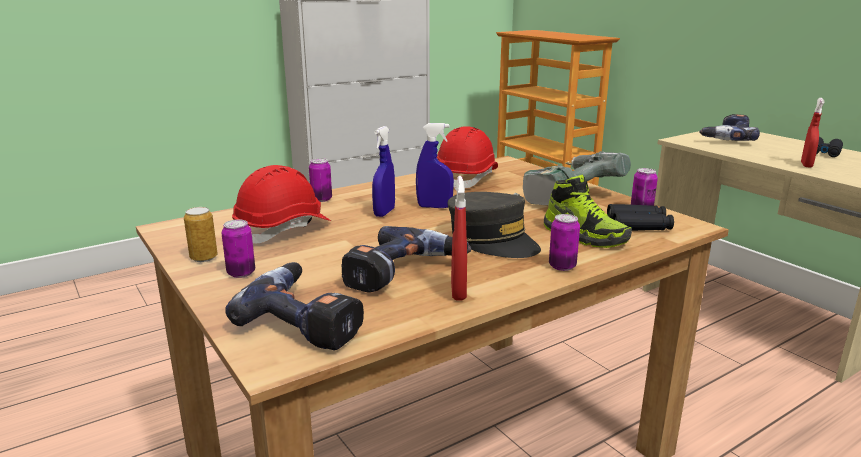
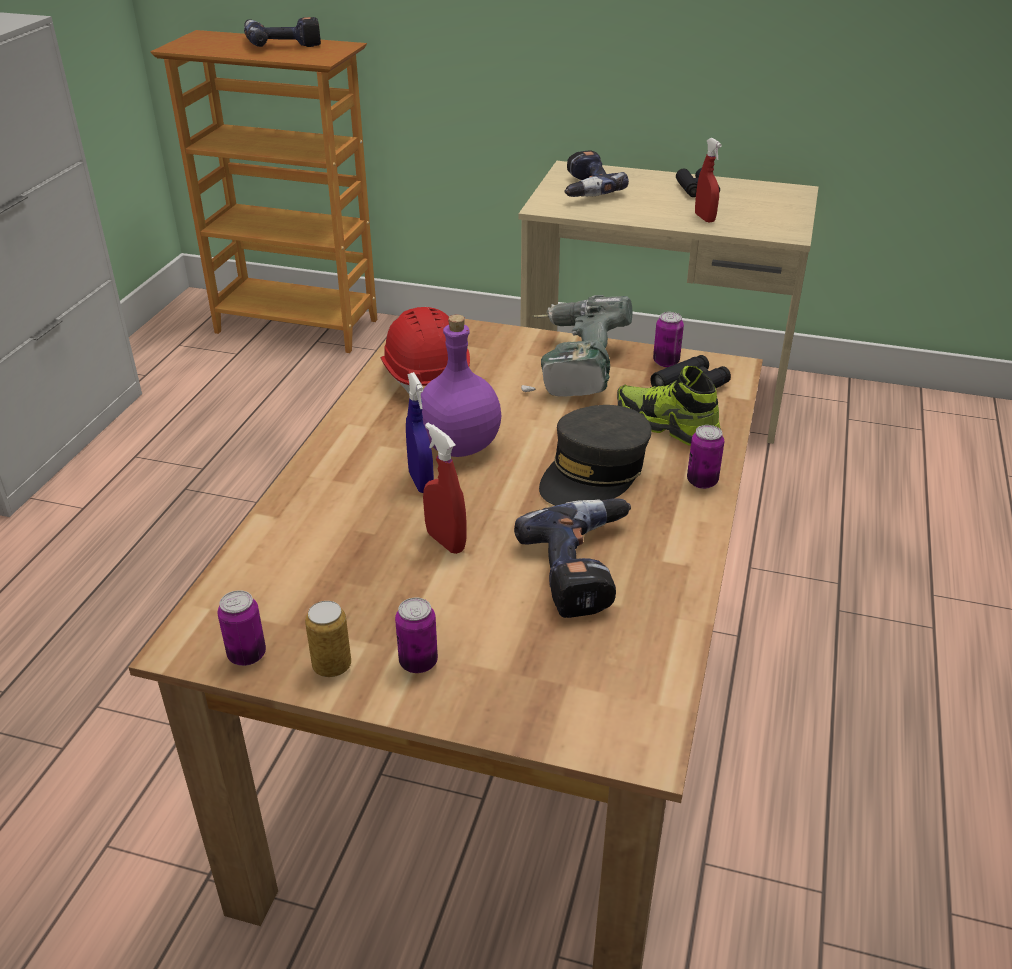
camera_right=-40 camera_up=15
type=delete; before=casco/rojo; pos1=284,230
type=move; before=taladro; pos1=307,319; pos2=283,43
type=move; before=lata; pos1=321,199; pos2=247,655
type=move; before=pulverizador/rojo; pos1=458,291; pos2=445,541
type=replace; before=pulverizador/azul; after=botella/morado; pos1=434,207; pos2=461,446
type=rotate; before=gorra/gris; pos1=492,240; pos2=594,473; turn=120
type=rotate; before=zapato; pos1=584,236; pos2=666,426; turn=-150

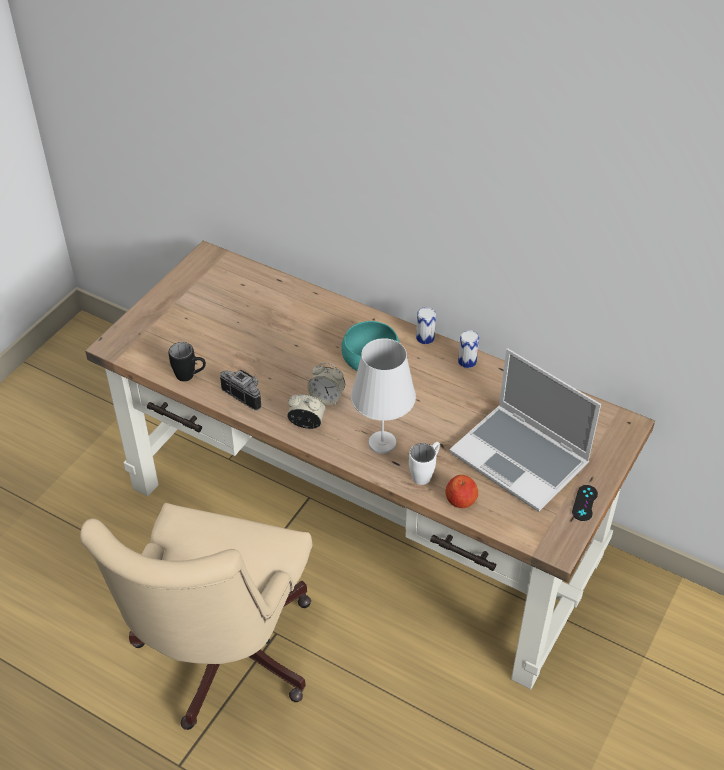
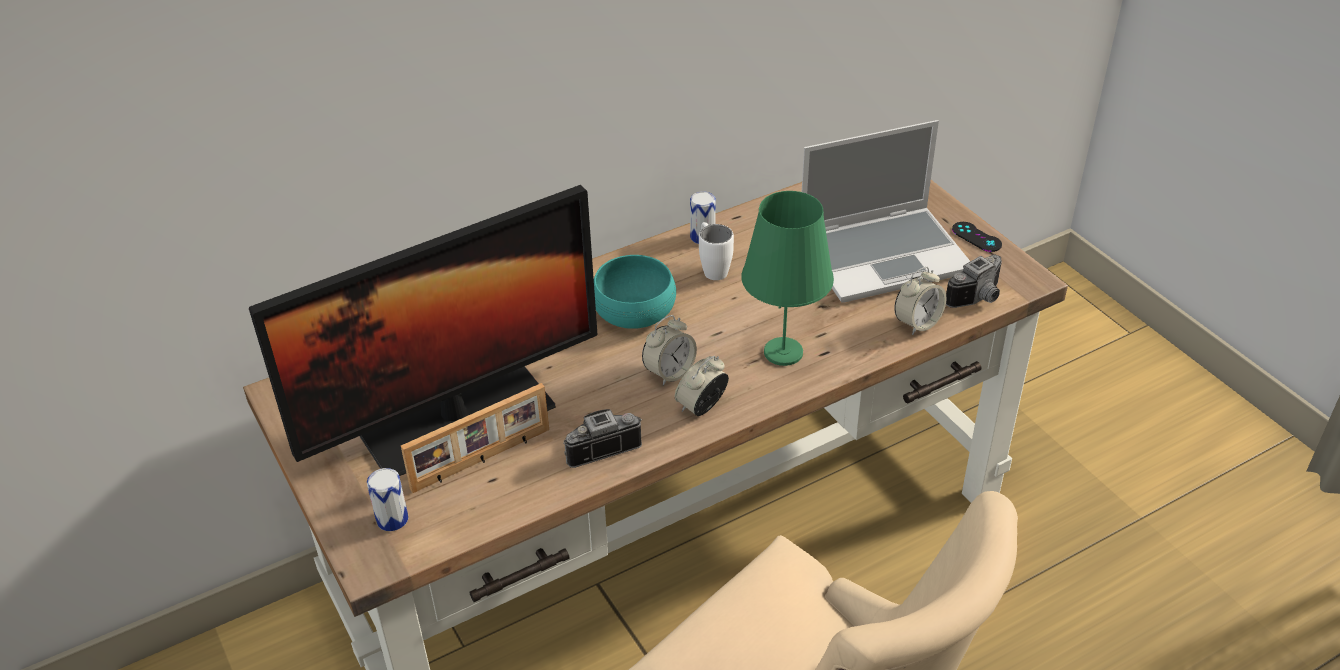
camera_right=-60 camera_up=-5
type=delete; before=taza grande/negro; pos1=190,376
type=insert; after=monitor; pos2=456,418
type=insert; after=portarretratos; pos2=482,460
type=insert; after=cámara; pos2=979,298
type=move; before=taza grande/blanco; pos1=425,473; pos2=712,268
type=move; before=lata; pos1=425,338; pos2=392,519
type=replace; before=manzana; after=despertador; pos1=460,500; pos2=917,323
type=recolor; before=lámpara de mesa/blanco; after=lámpara de mesa/verde; pos1=382,442; pos2=783,352

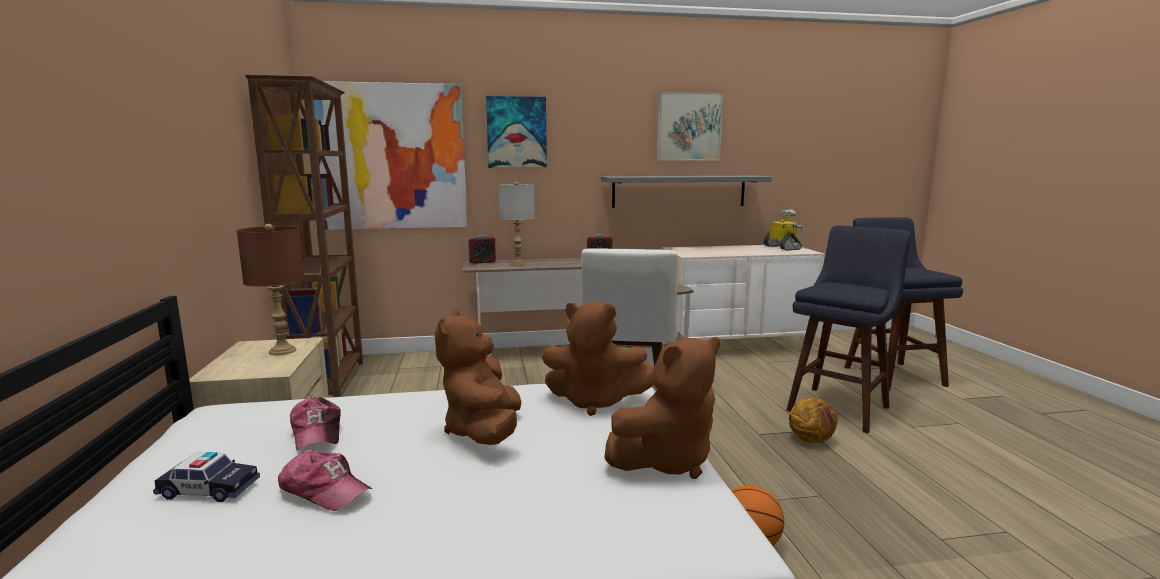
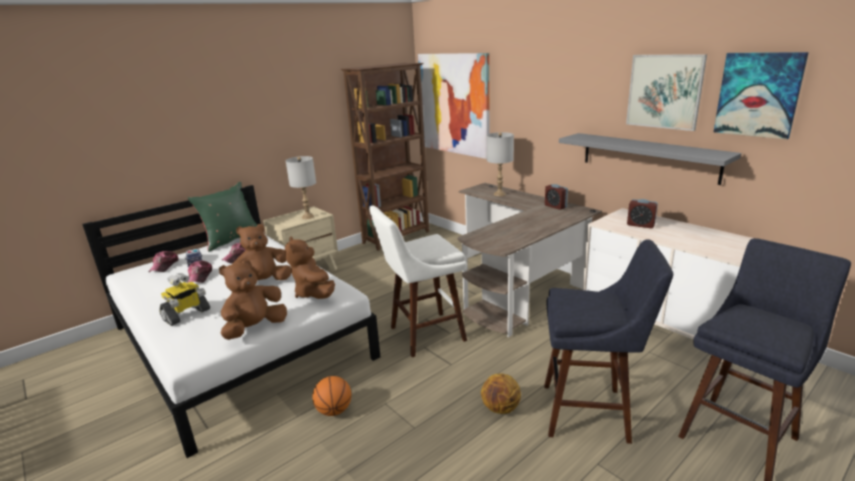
camera_right=60 camera_up=10
type=insert; after=gorra; pos2=164,266
type=insert; after=cojín/verde; pos2=231,239
type=move; before=despertador; pos1=482,262; pos2=640,225
type=move; before=cuadro; pos1=516,132; pos2=758,94
type=move; before=robot de juguete; pos1=782,247; pos2=186,315
type=recolor; before=lámpara de mesa/marrón; after=lámpara de mesa/gris; pos1=283,351; pos2=308,217
type=rotate; before=peluche/marrón; pos1=667,461; pos2=255,328; turn=105

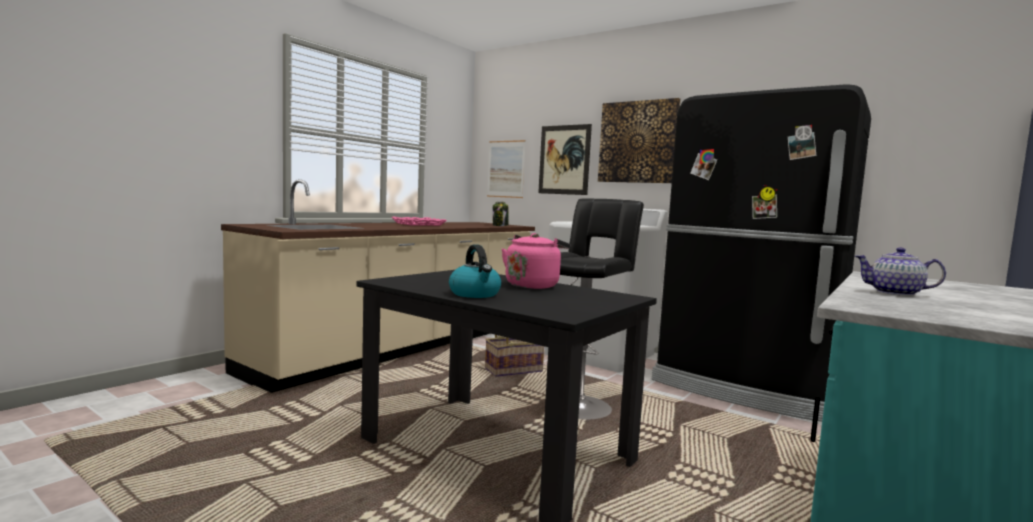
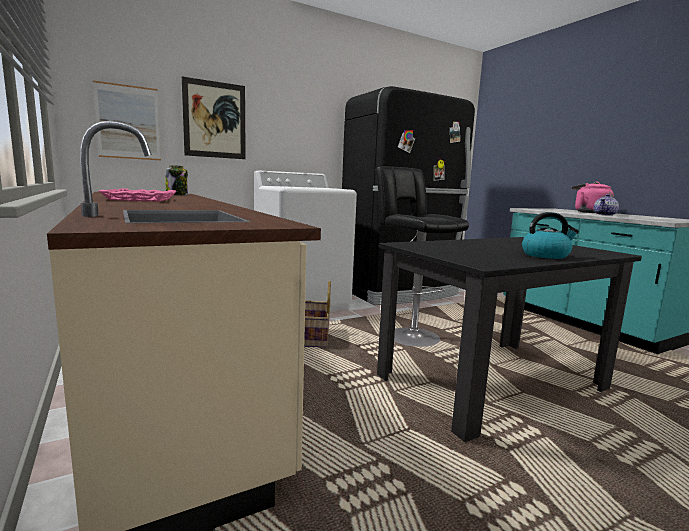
camera_right=-65 camera_up=5
type=delete; before=cuadro; pos1=638,142
type=move; before=hervidor/rosa; pos1=533,285; pos2=588,212

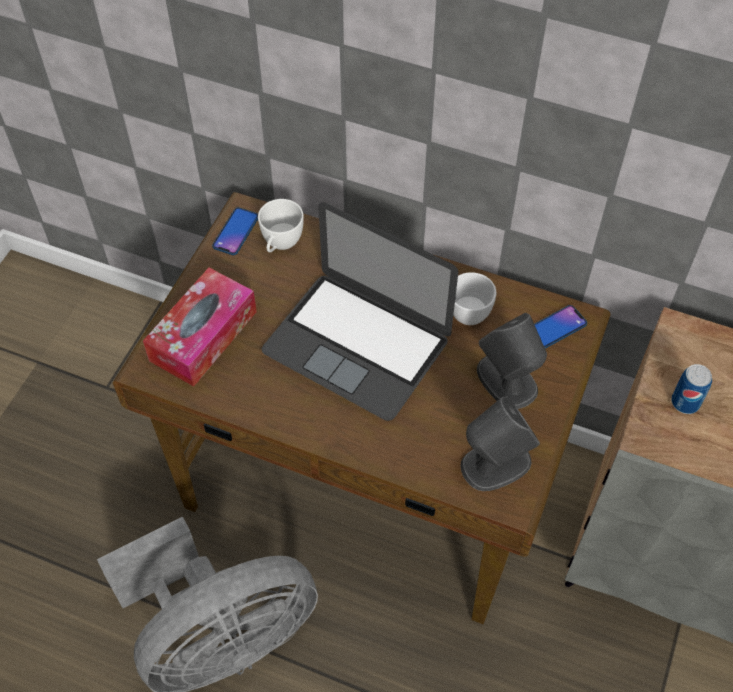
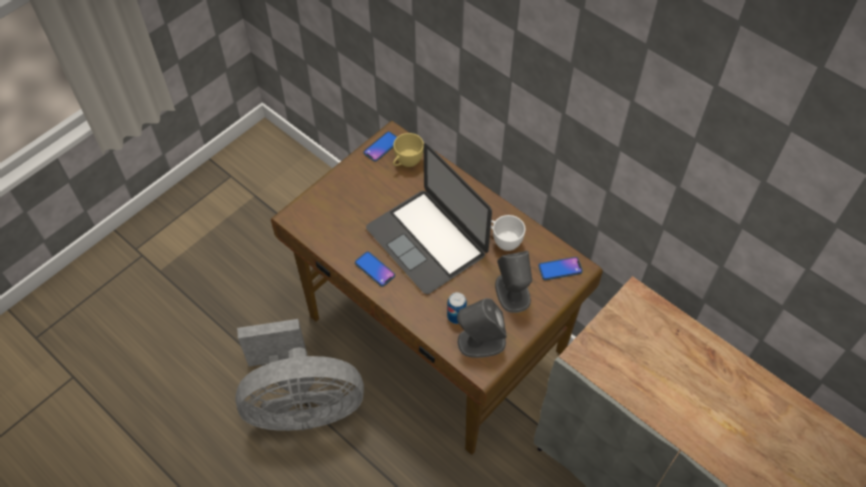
camera_right=20 camera_up=0
type=delete; before=caja de pañuelos; pos1=203,336
type=insert; after=móvil; pos2=375,269
type=move; before=lata; pos1=685,402; pos2=456,316
type=recolor; before=taza/blanco; after=taza/amarillo; pos1=280,244; pos2=406,163

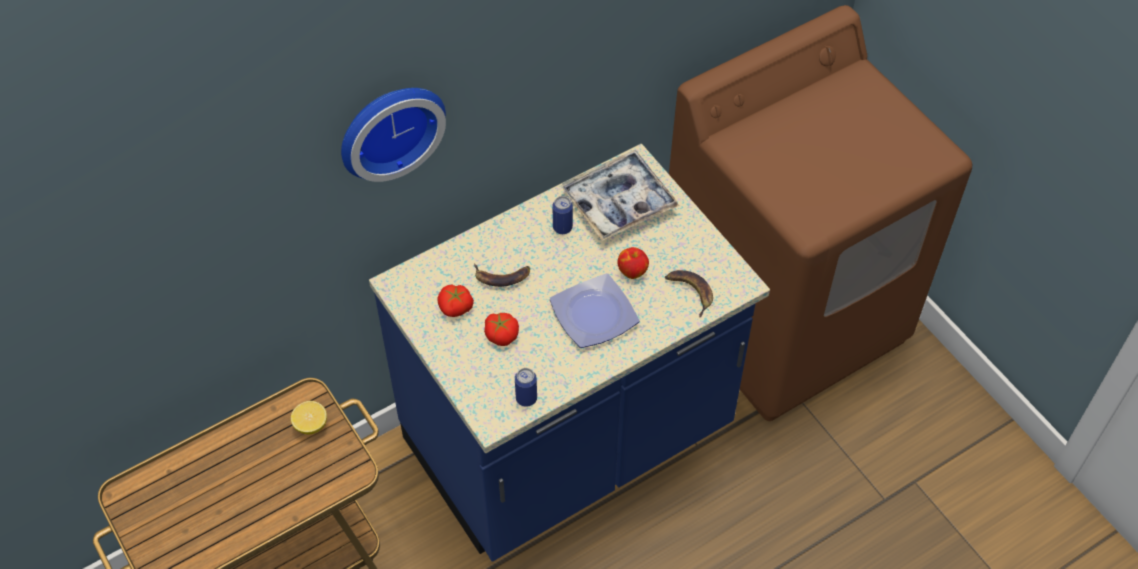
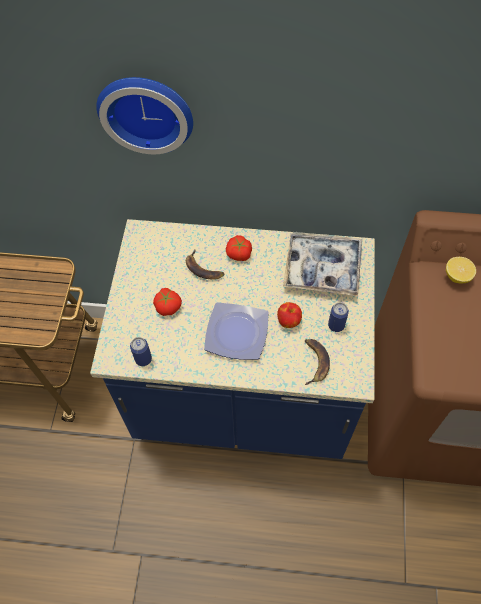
camera_right=40 camera_up=5
type=move; before=limón; pos1=311,424; pos2=457,276
type=move; before=tomate; pos1=456,307; pos2=239,254
type=move; before=lata; pos1=562,228; pos2=336,325

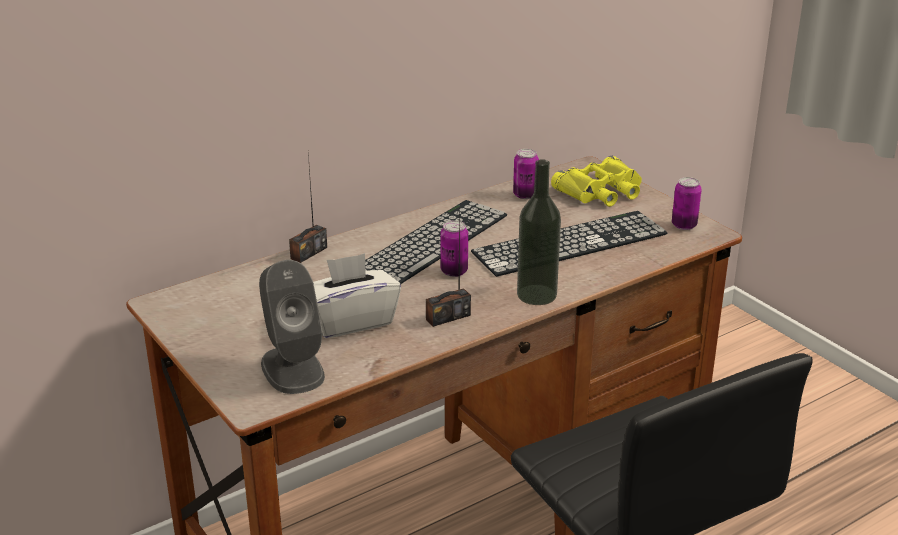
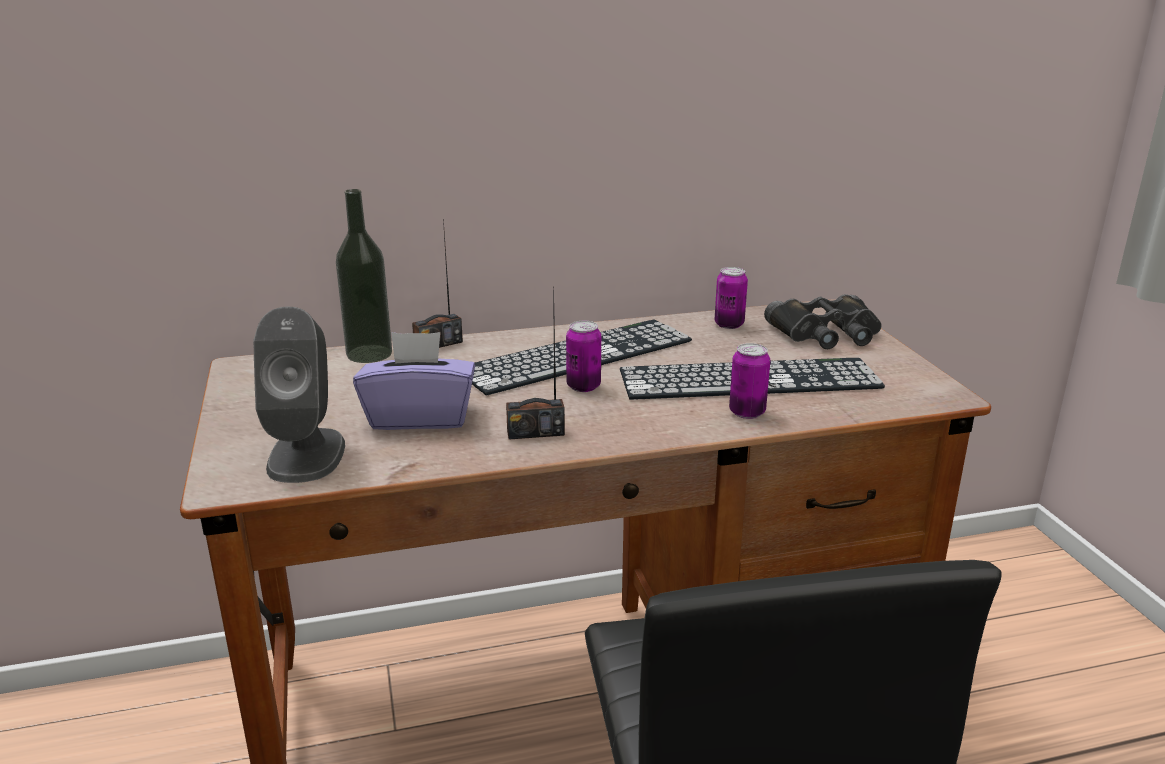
camera_right=20 camera_up=-5
type=move; before=botella; pos1=536,295; pos2=369,354
type=move; before=lata; pos1=684,225; pos2=747,412
type=recolor; before=caja de pañuelos/blanco; after=caja de pañuelos/morado; pos1=351,321; pos2=420,417
type=recolor; before=prismáticos/amarillo; after=prismáticos/negro; pos1=601,191; pos2=826,333

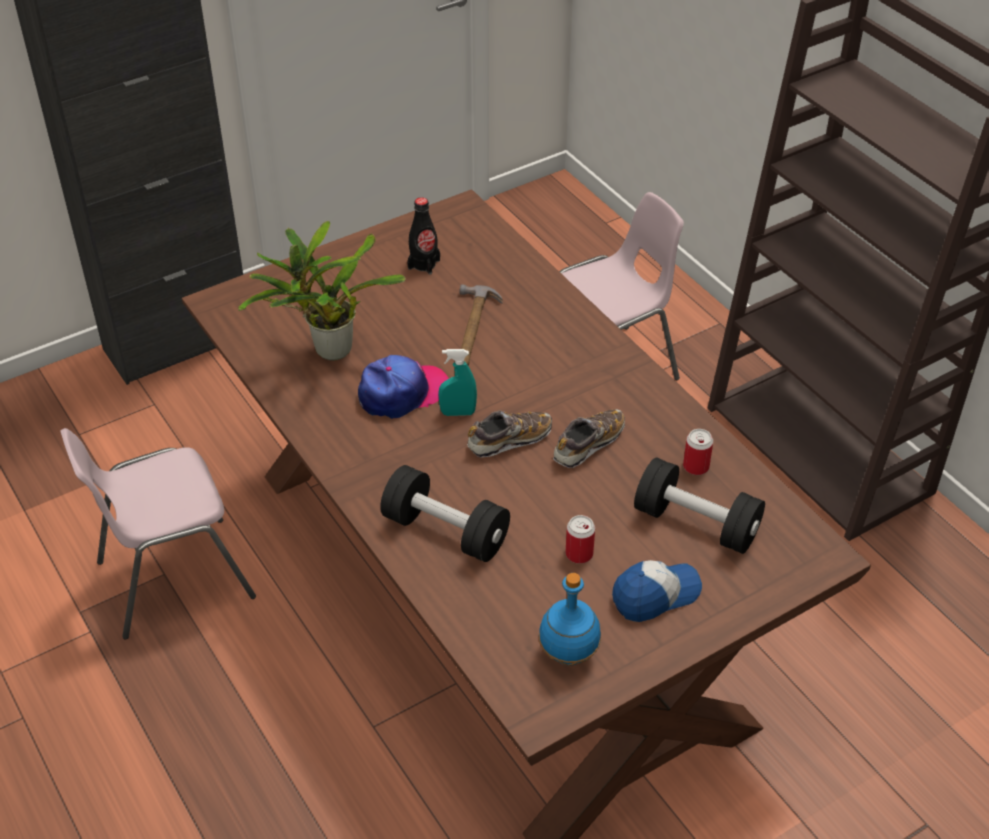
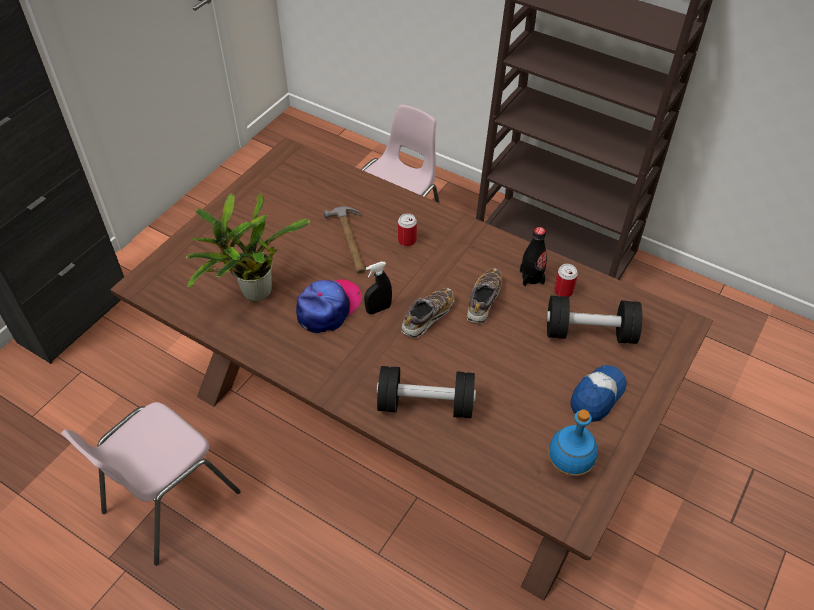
camera_right=-25 camera_up=5
type=move; before=botella/negro; pos1=424,264; pos2=531,277
type=move; before=lata; pos1=579,554; pos2=407,240
type=recolor; before=pulverizador/turquesa; after=pulverizador/negro; pos1=458,413; pos2=378,309

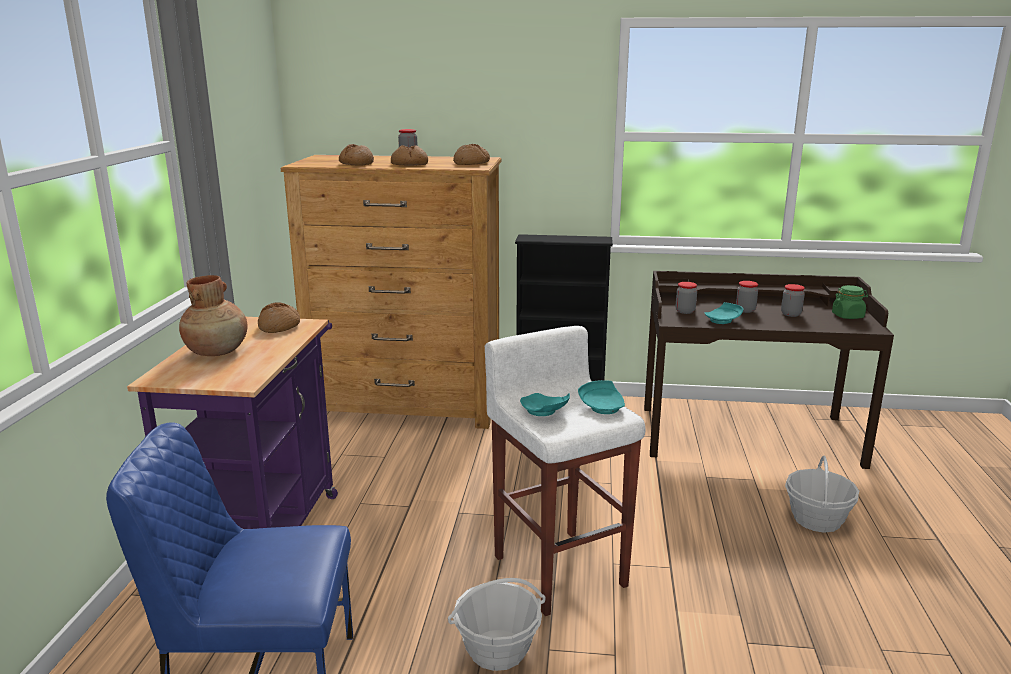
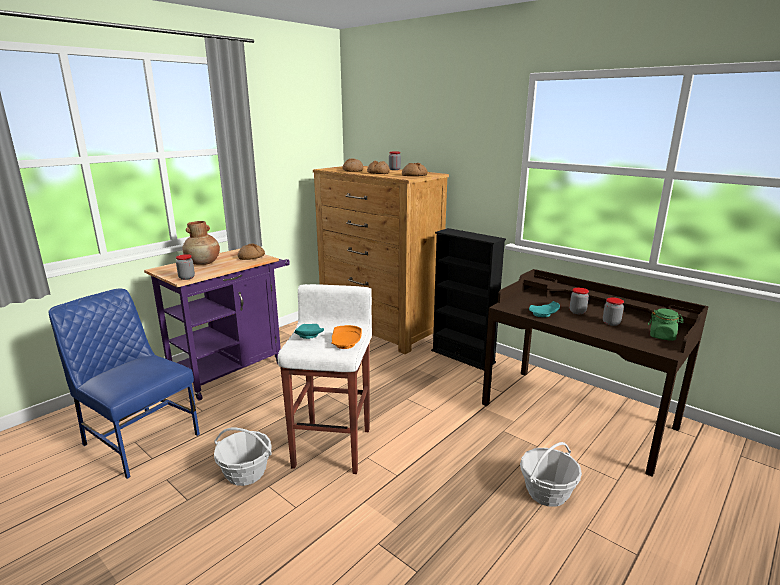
camera_right=35 camera_up=0
type=move; before=tarro; pos1=685,311; pos2=186,278
type=recolor; before=plato/turquesa; after=plato/naranja; pos1=603,407; pos2=346,343

